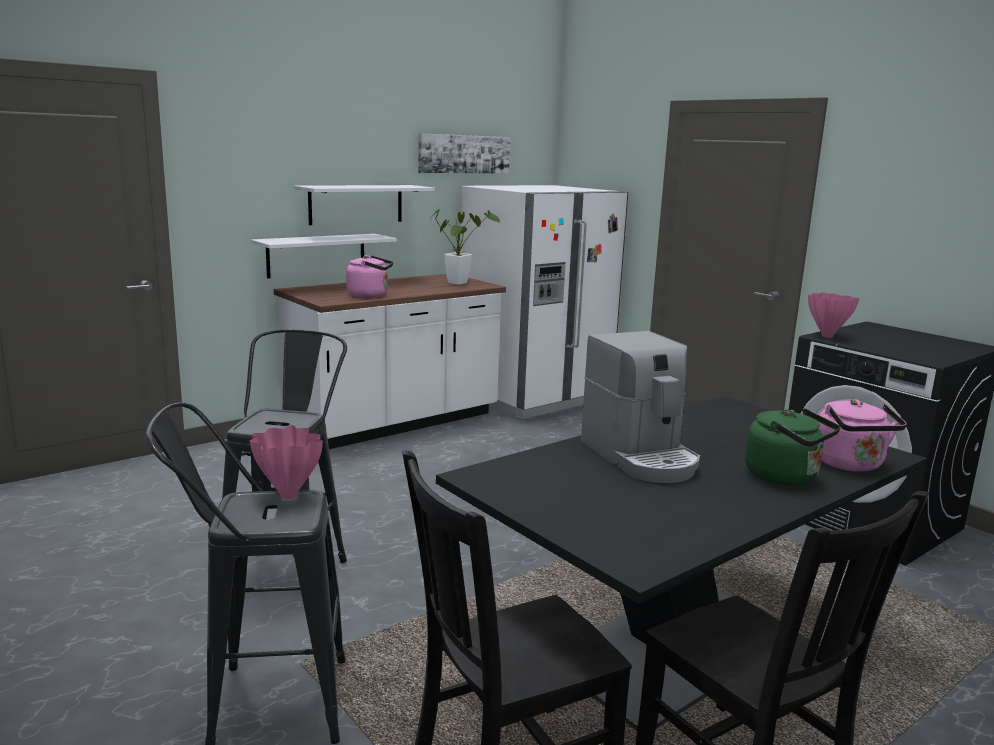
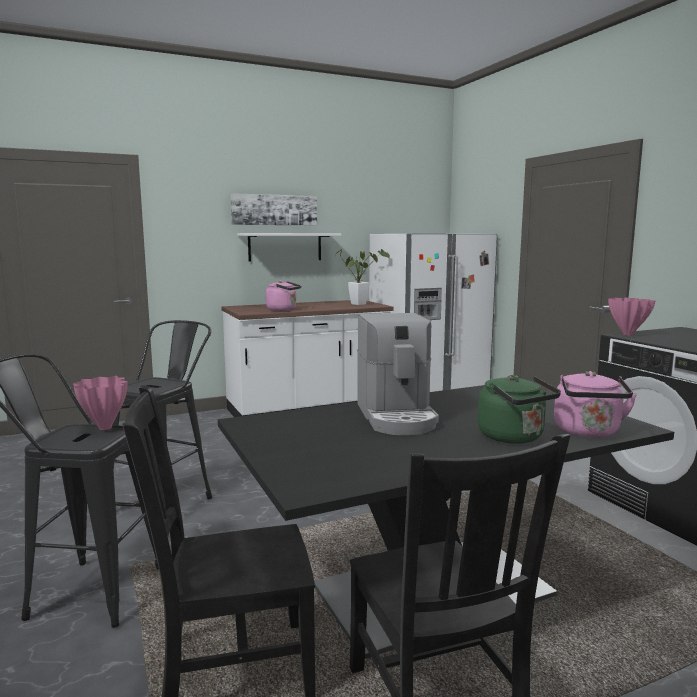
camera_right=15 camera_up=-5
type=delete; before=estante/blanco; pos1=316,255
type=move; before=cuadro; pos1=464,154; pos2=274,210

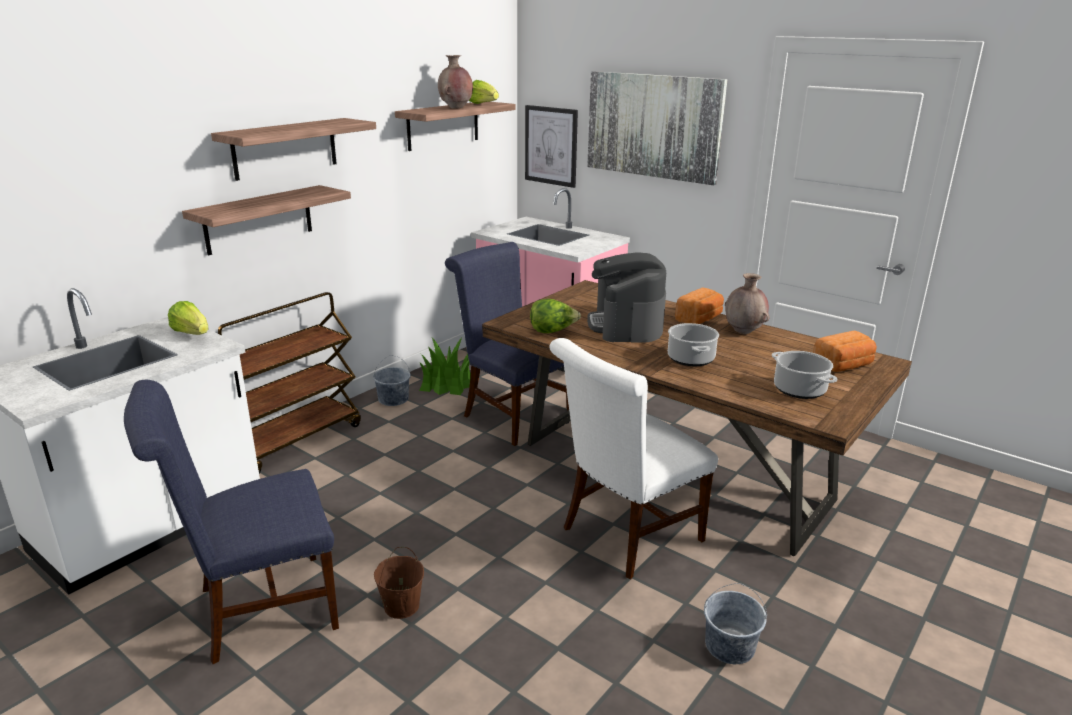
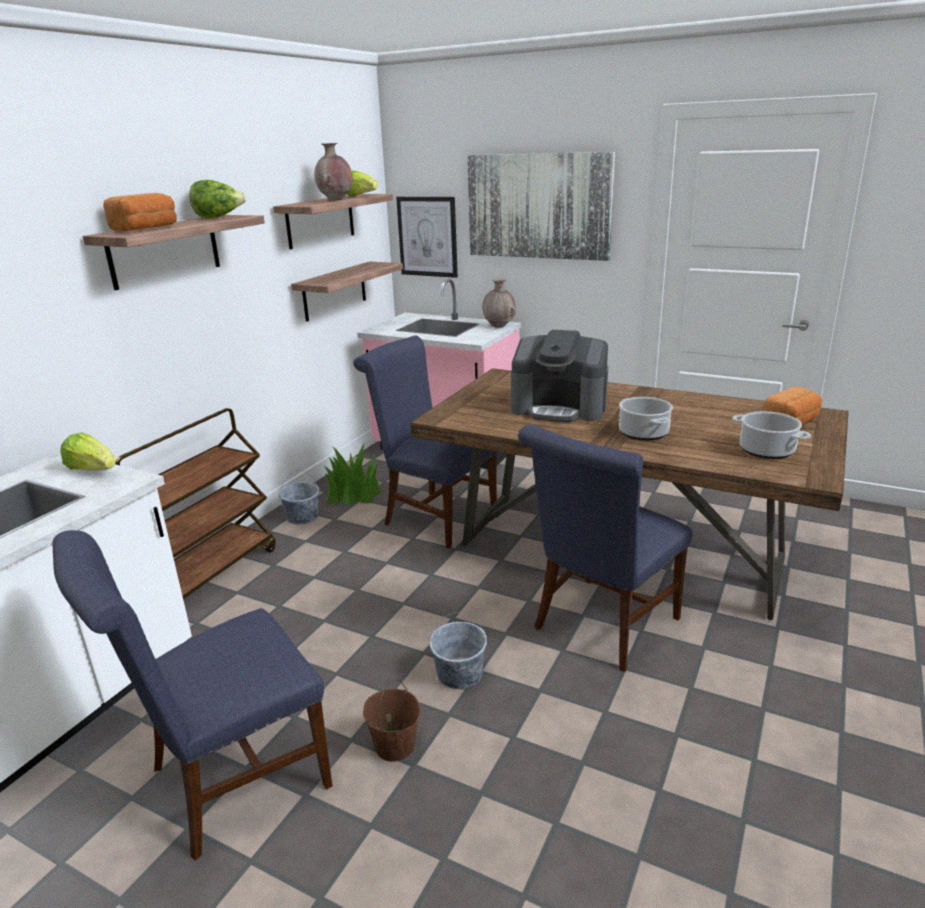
camera_right=-10 camera_up=0
type=move; before=estante; pos1=259,219; pos2=334,291
type=move; before=lechuga; pos1=552,331; pos2=218,218
type=move; before=pan; pos1=700,319; pos2=147,229
type=move; before=cubo/gris; pos1=729,646; pos2=459,673
type=move; before=florero/marrón; pos1=744,331; pos2=499,326
type=recolor; before=silla/blanco; after=silla/azul; pos1=625,536; pos2=601,627
type=rotate; before=cafetera; pos1=626,325; pos2=559,408; turn=-60

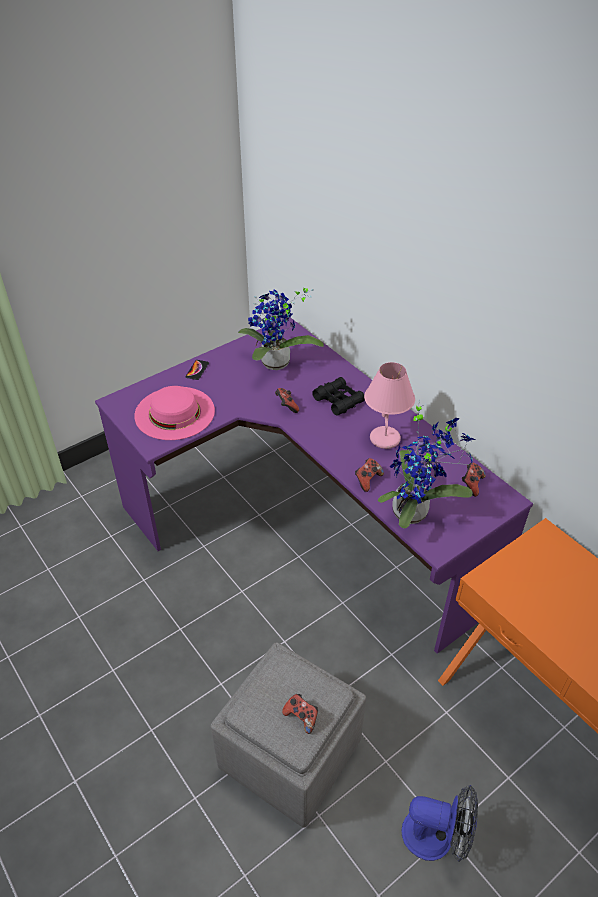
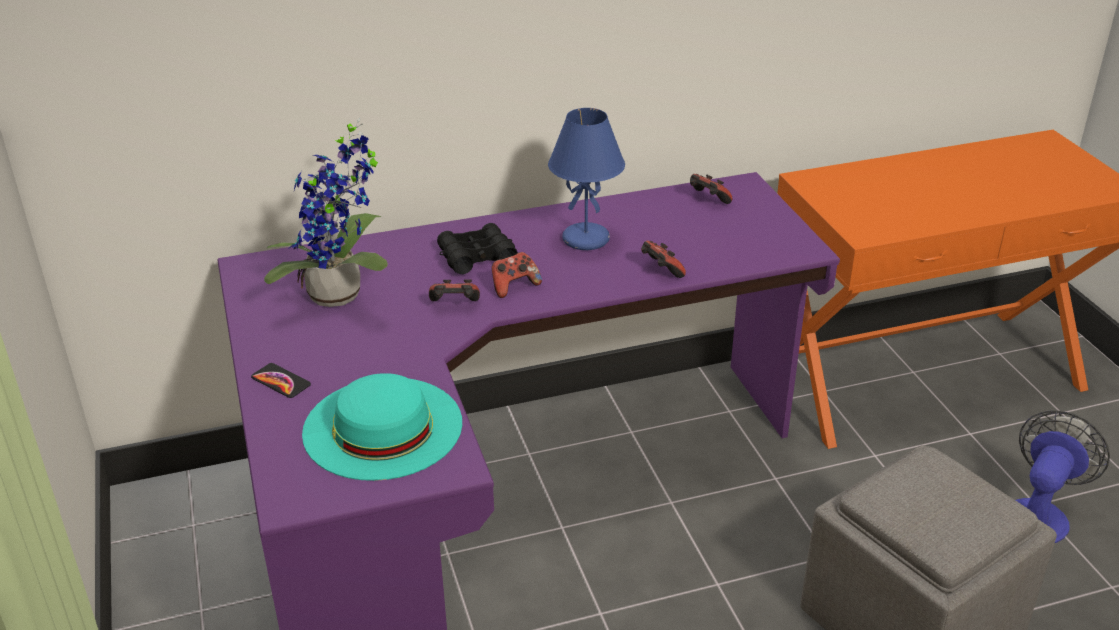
camera_right=-70 camera_up=-10
type=delete; before=planta en maceta; pos1=414,512
type=move; before=mando de consola; pos1=301,717; pos2=514,286
type=recolor; before=sombrero/rosa; after=sombrero/turquesa; pos1=174,413; pos2=382,427
type=recolor; before=lámpara de mesa/rosa; after=lámpara de mesa/azul; pos1=385,439; pos2=586,239

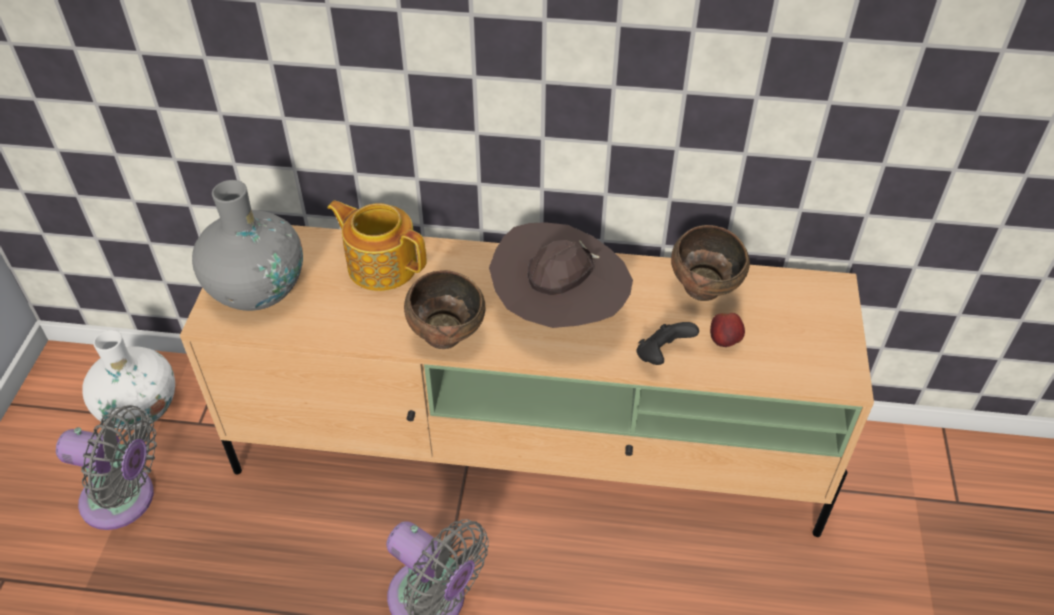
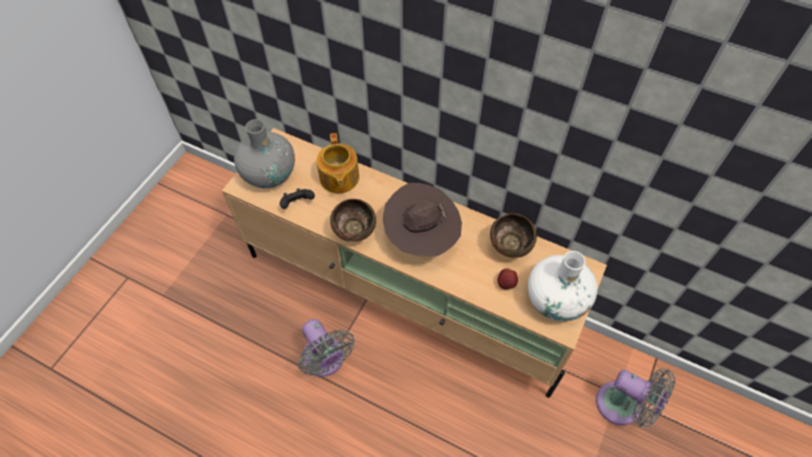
camera_right=20 camera_up=10
type=move; before=ventilador/gris; pos1=125,500; pos2=623,406
type=move; before=florero/blanco; pos1=140,408; pos2=556,300
type=move; before=mando de consola/negro; pos1=662,355; pos2=297,204
type=rotate; before=tetera; pos1=381,264; pos2=339,178; turn=-150

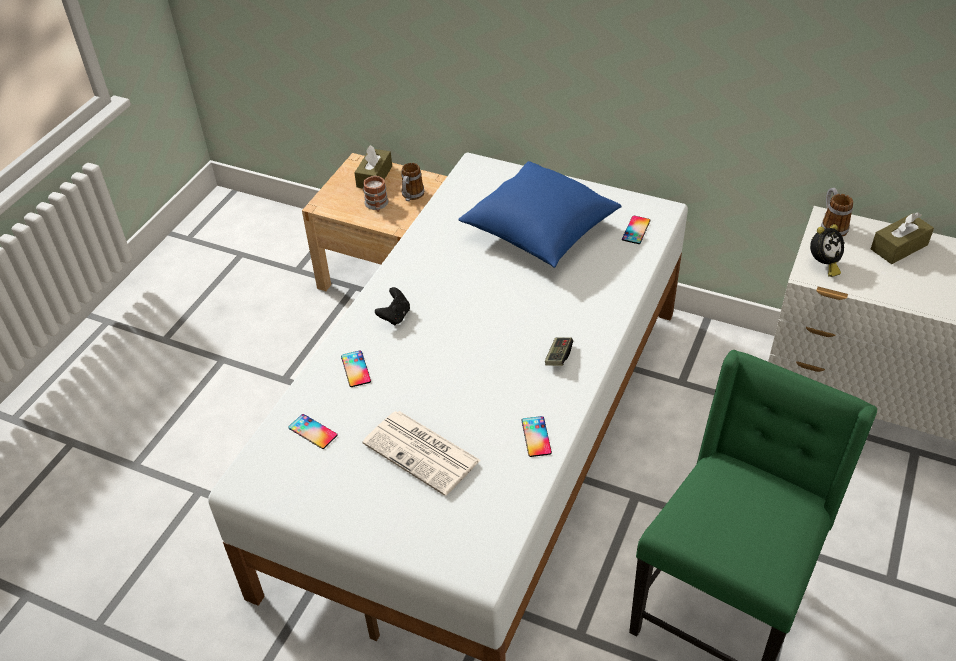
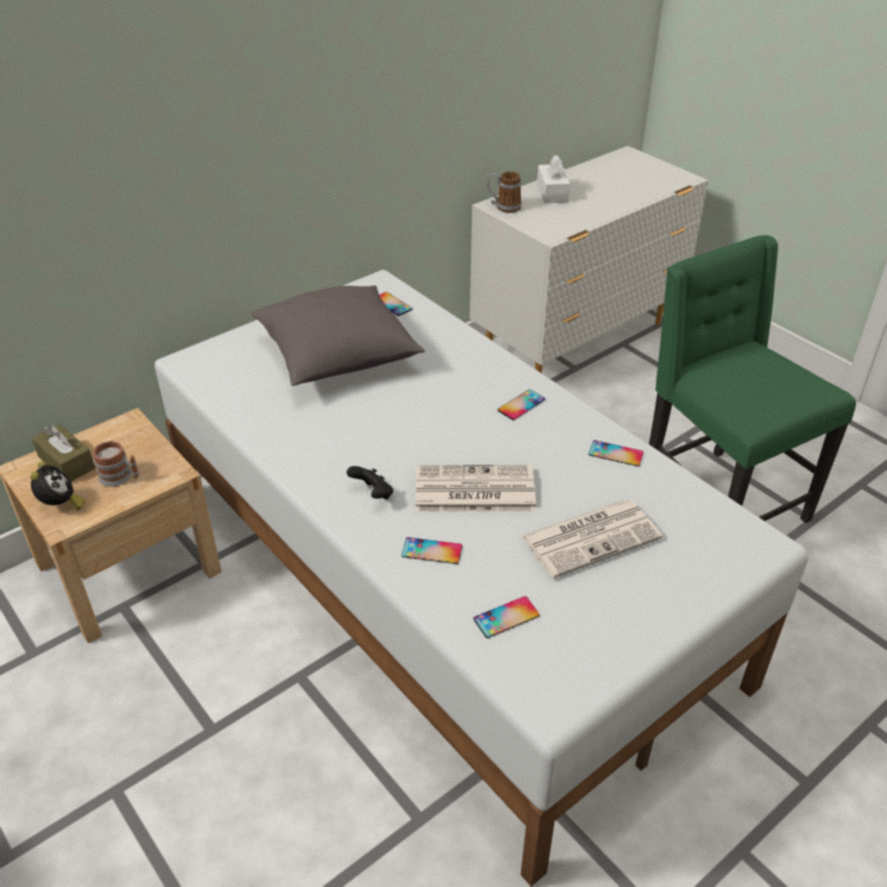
camera_right=-65 camera_up=-5
type=delete; before=taza grande; pos1=411,196
type=insert; after=periódico; pos2=473,491
type=move; before=despertador; pos1=823,265; pos2=60,505
type=replace; before=mando de consola; after=móvil; pos1=558,356; pos2=521,405
type=recolor; before=cojín/azul; after=cojín/gris; pos1=539,232; pos2=338,357
type=recolor; before=caja de pañuelos/marrón; after=caja de pañuelos/blanco; pos1=899,247; pos2=552,192

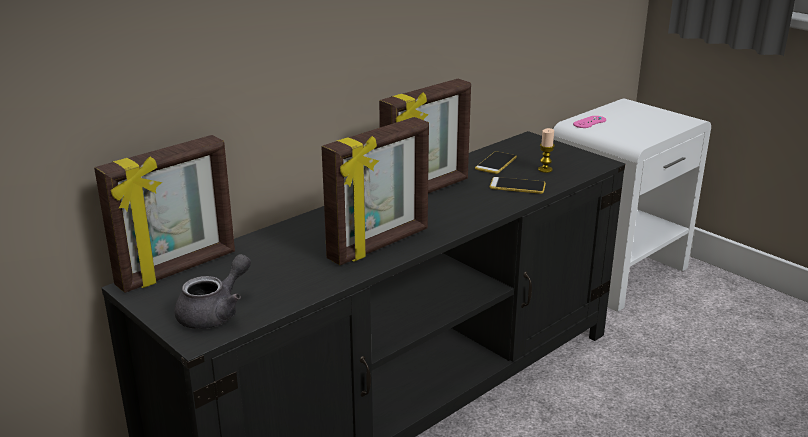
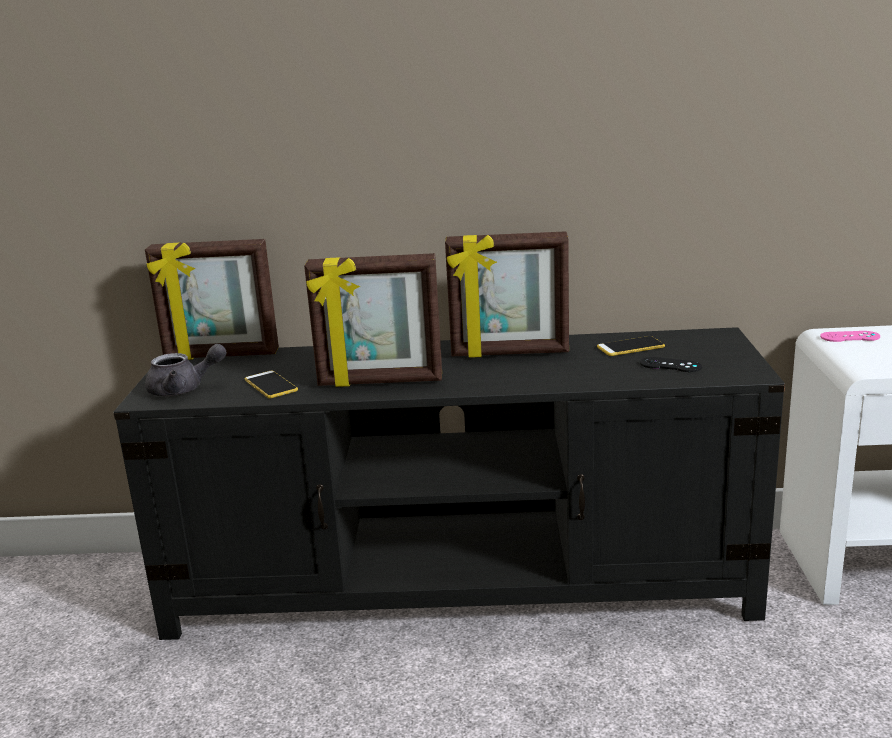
camera_right=45 camera_up=-5
type=move; before=móvil; pos1=517,186; pos2=271,385
type=replace; before=vela; after=mando de consola/negro; pos1=545,169; pos2=670,365

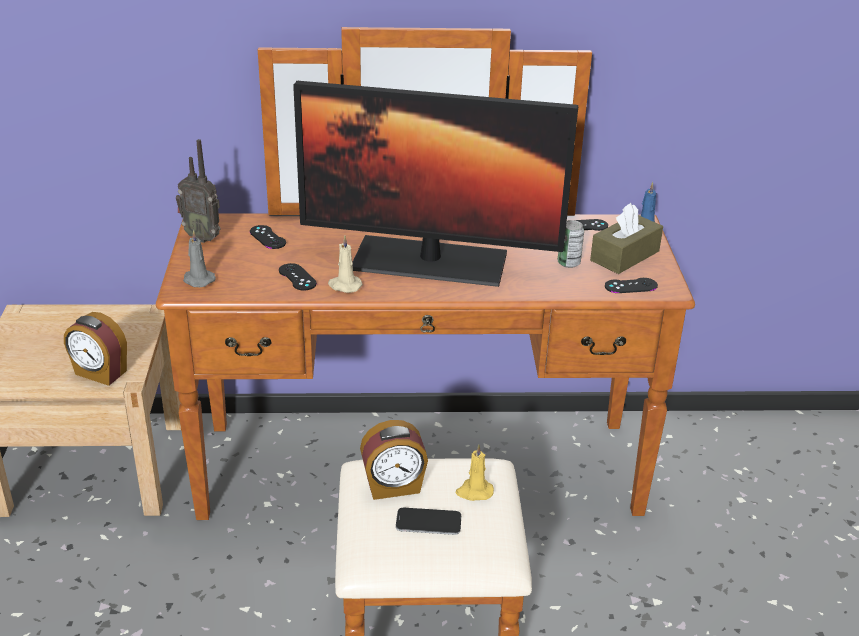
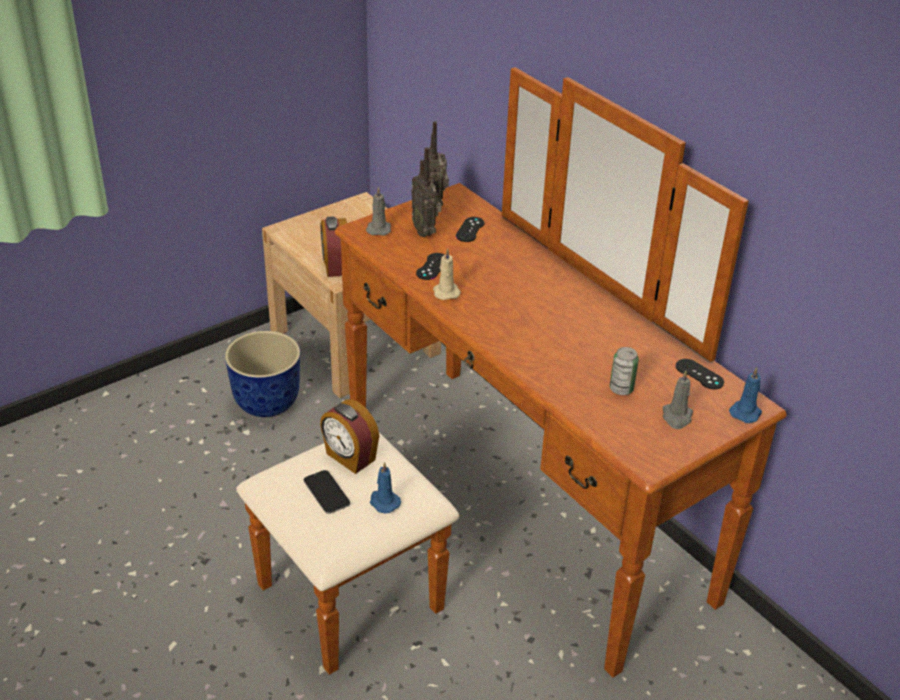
camera_right=55 camera_up=5
type=delete; before=monitor; pos1=429,261
type=delete; before=mando de consola/negro; pos1=631,286
type=insert; after=maceta; pos2=266,404
type=insert; after=radio; pos2=425,231
type=replace; before=caja de pañuelos/marrón; after=vela/gris; pos1=625,256; pos2=677,417
type=recolor; before=vela/amarillo; after=vela/azul; pos1=474,491; pos2=383,502

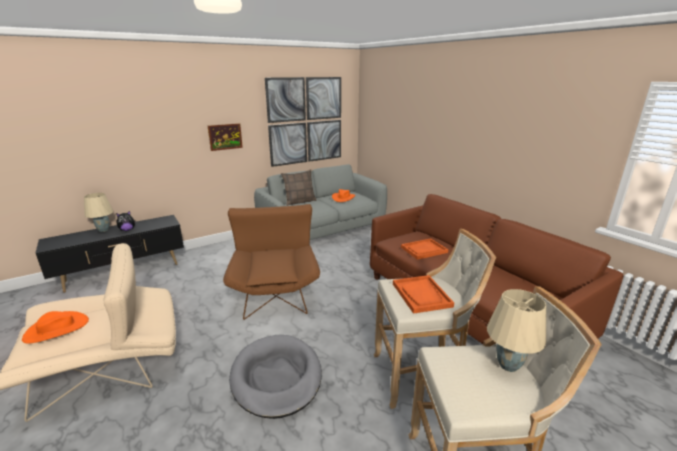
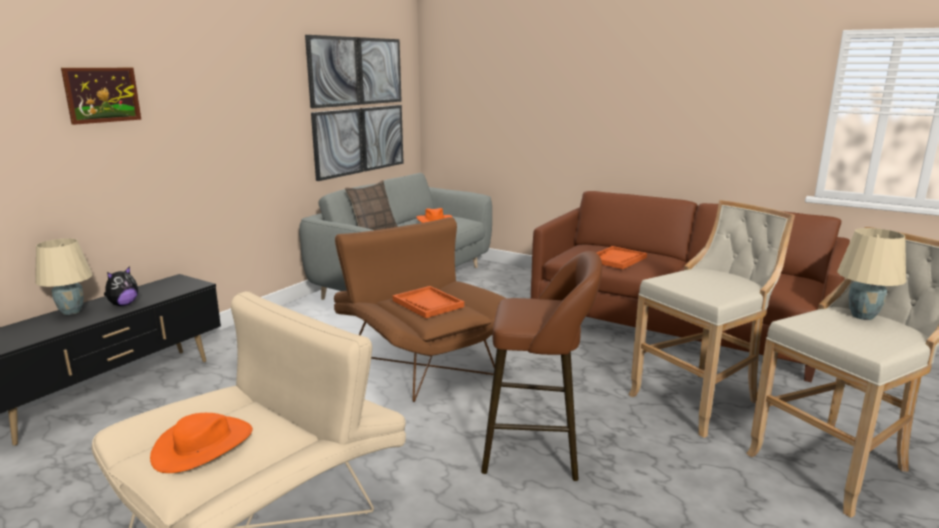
camera_right=-25 camera_up=-5
type=move; before=cuadro; pos1=225,136; pos2=102,95
type=move; before=bandeja/naranja; pos1=421,295; pos2=428,304
type=replace; before=cama para perro/gris; after=taburete/marrón; pos1=276,377; pos2=538,449

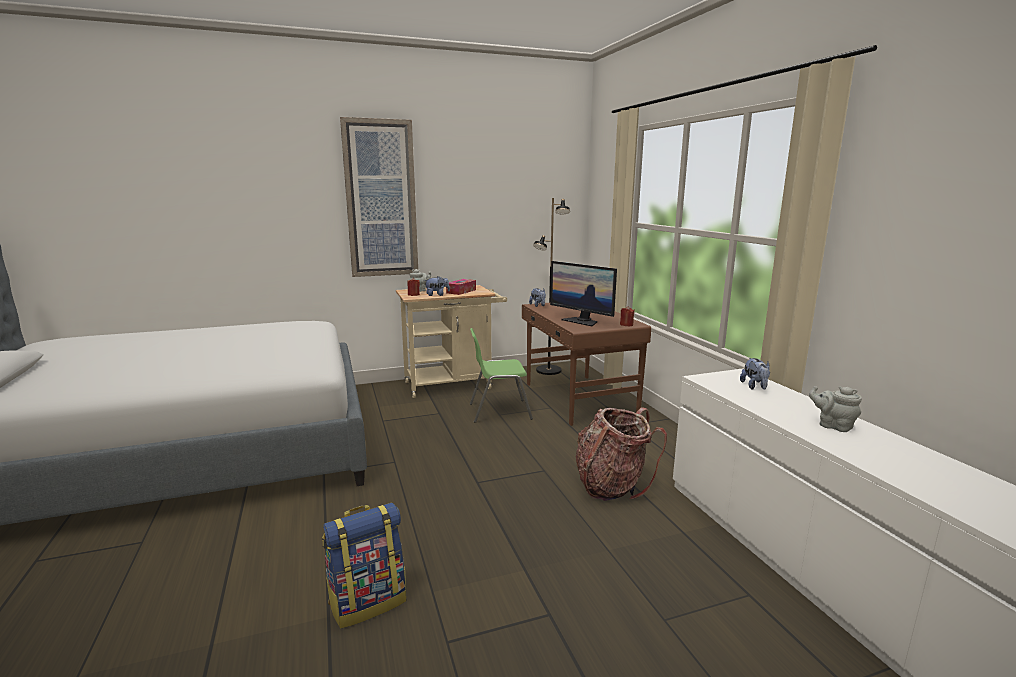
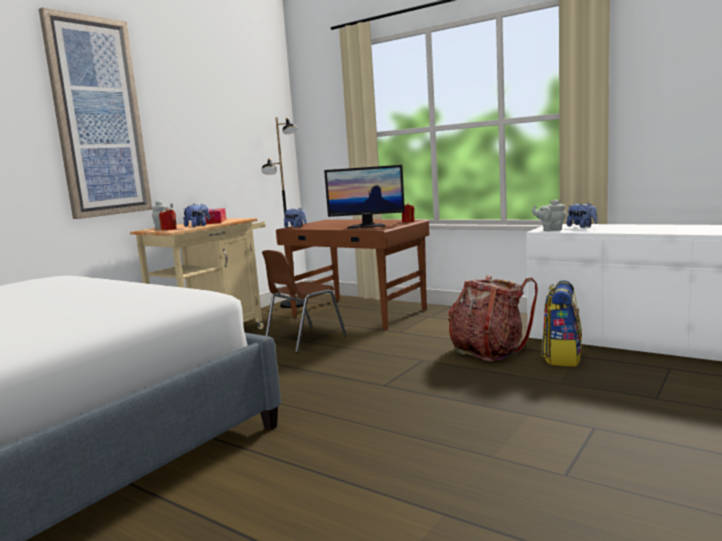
camera_right=-35 camera_up=-5
type=move; before=mochila; pos1=368,601; pos2=561,357
type=move; before=tetera/gris; pos1=833,426; pos2=550,230
type=recolor; before=silla/verde; after=silla/marrón; pos1=498,411; pos2=303,340

